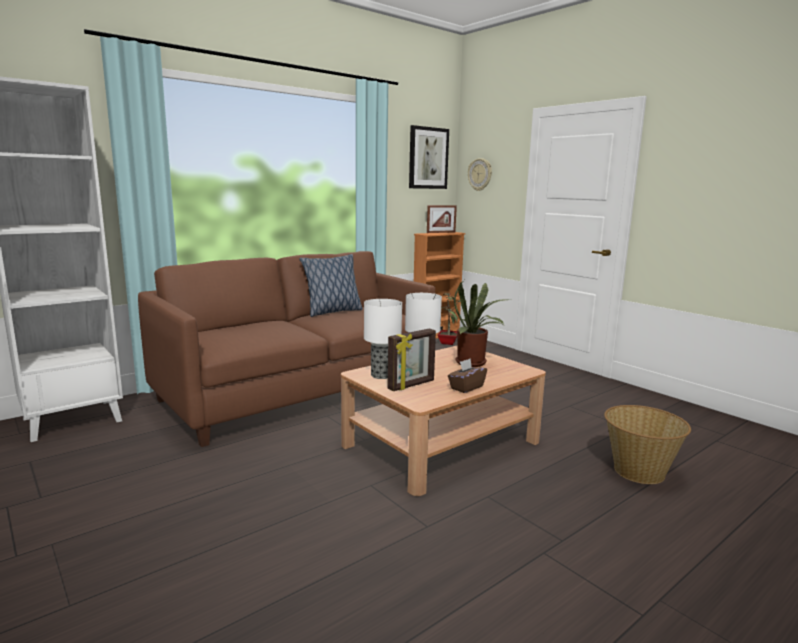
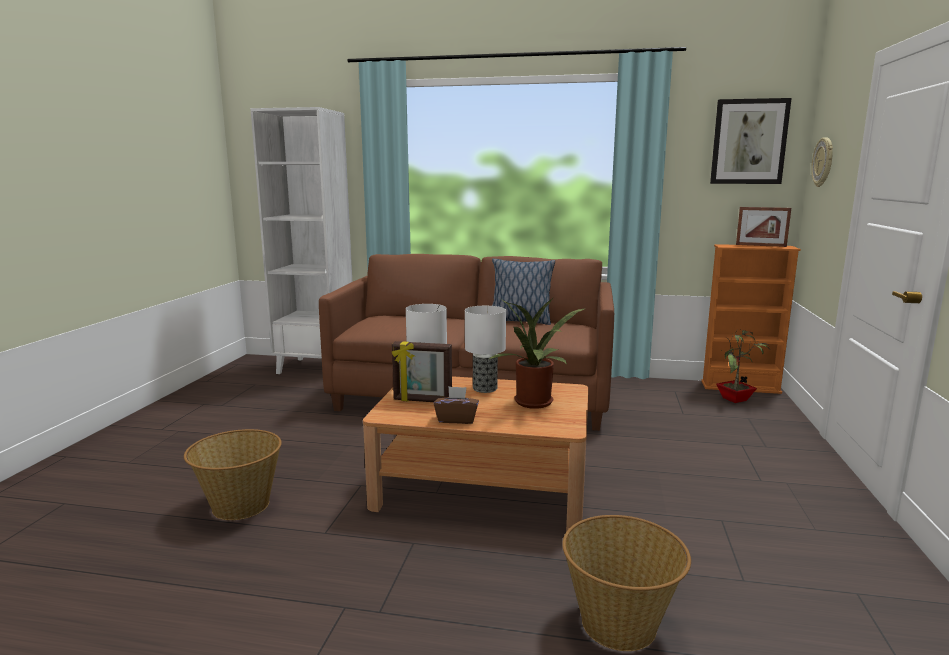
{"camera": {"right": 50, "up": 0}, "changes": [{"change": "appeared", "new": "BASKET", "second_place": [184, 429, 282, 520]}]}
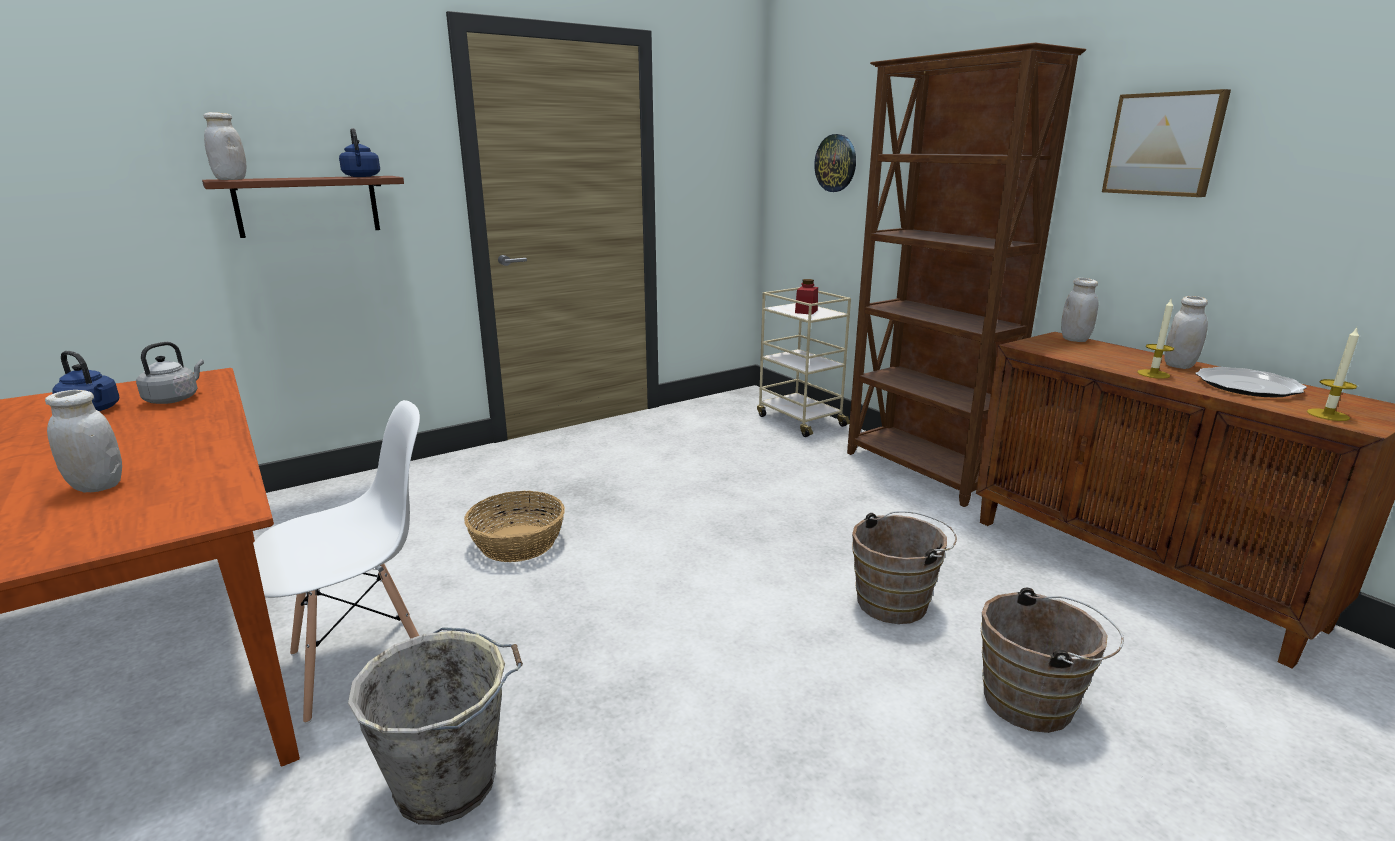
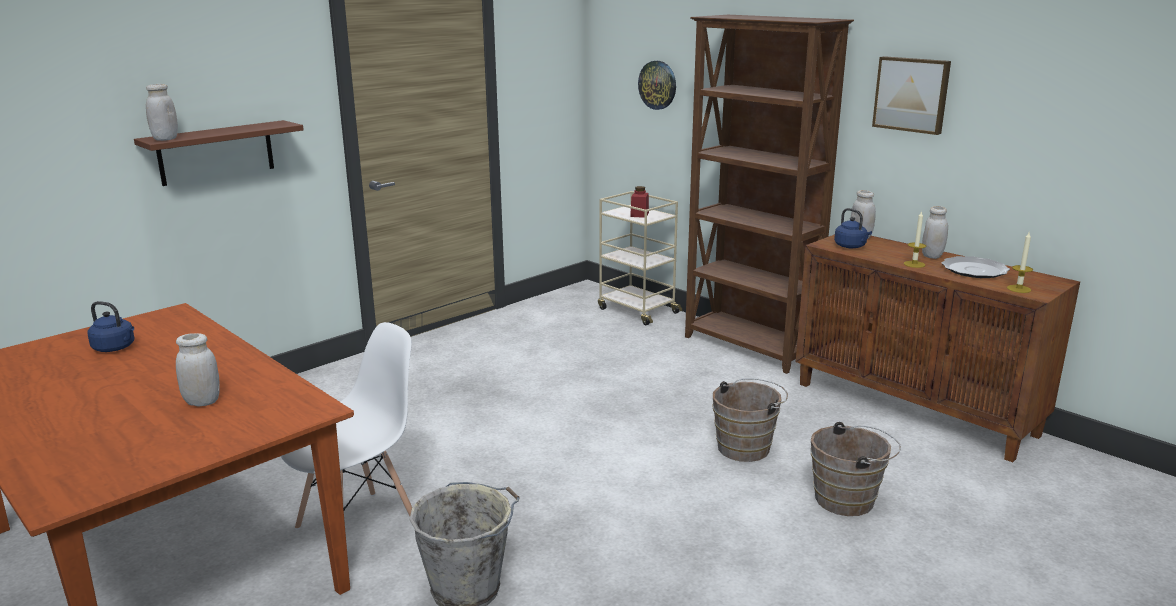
{"camera": {"right": -10, "up": 0}, "changes": [{"change": "missing", "old": "GRAY TEA KETTLE", "first_place": [136, 342, 204, 404]}, {"change": "missing", "old": "BASKET", "first_place": [464, 491, 565, 562]}, {"change": "relocated", "old": "BLUISH TEA KETTLE", "first_place": [339, 128, 380, 177], "second_place": [834, 208, 872, 248]}]}
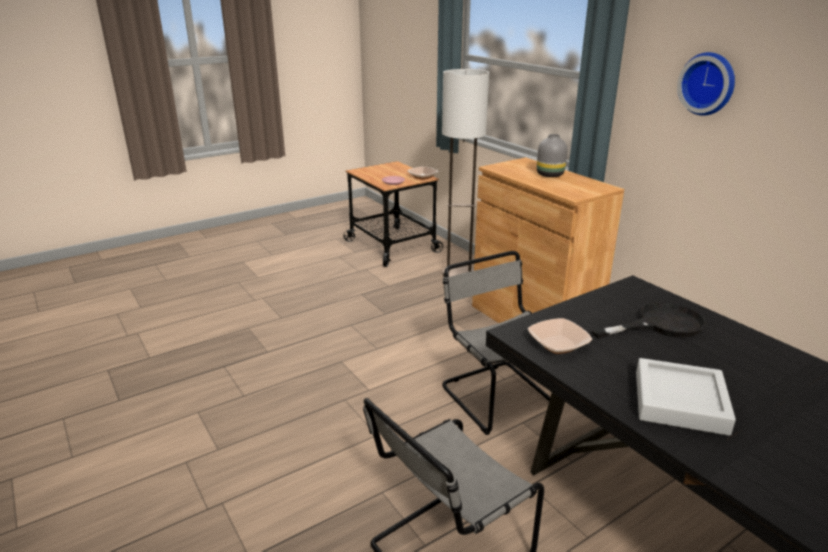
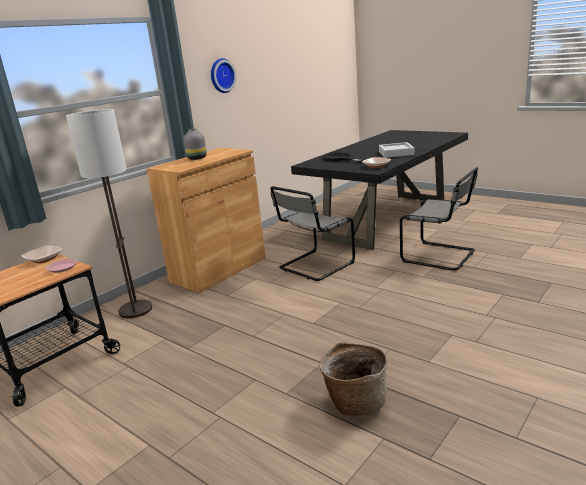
{"camera": {"right": -105, "up": -5}, "changes": [{"change": "appeared", "new": "BASKET", "second_place": [319, 342, 387, 416]}]}
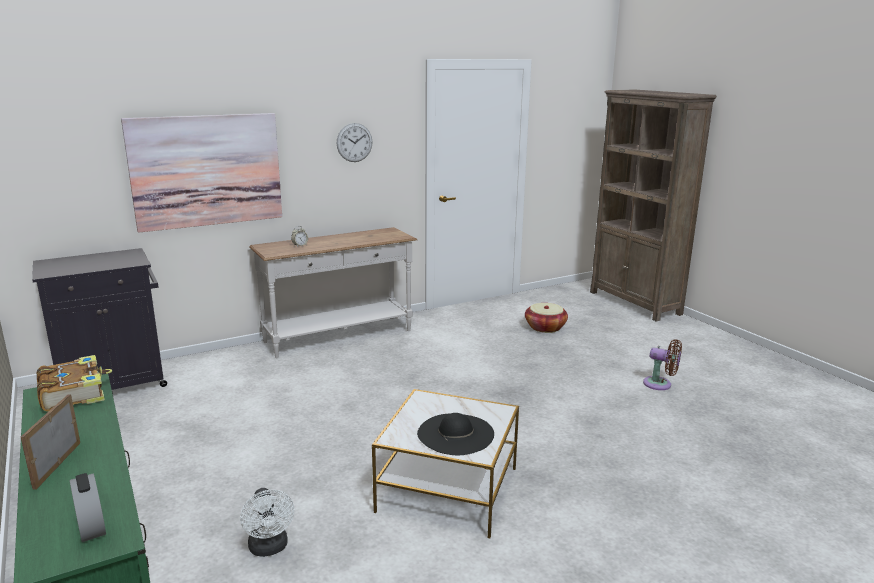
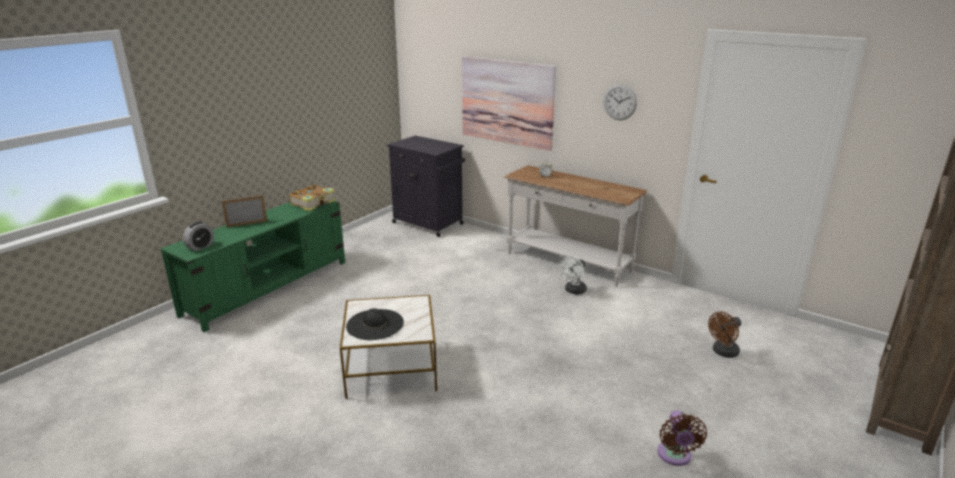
{"camera": {"right": 65, "up": 5}, "changes": [{"change": "relocated", "old": "WHITE-COLOURED FAN", "first_place": [240, 488, 294, 557], "second_place": [559, 256, 587, 294]}, {"change": "exchanged", "old": "BASKET", "new": "BROWN FAN", "first_place": [525, 303, 568, 333], "second_place": [708, 311, 741, 358]}]}
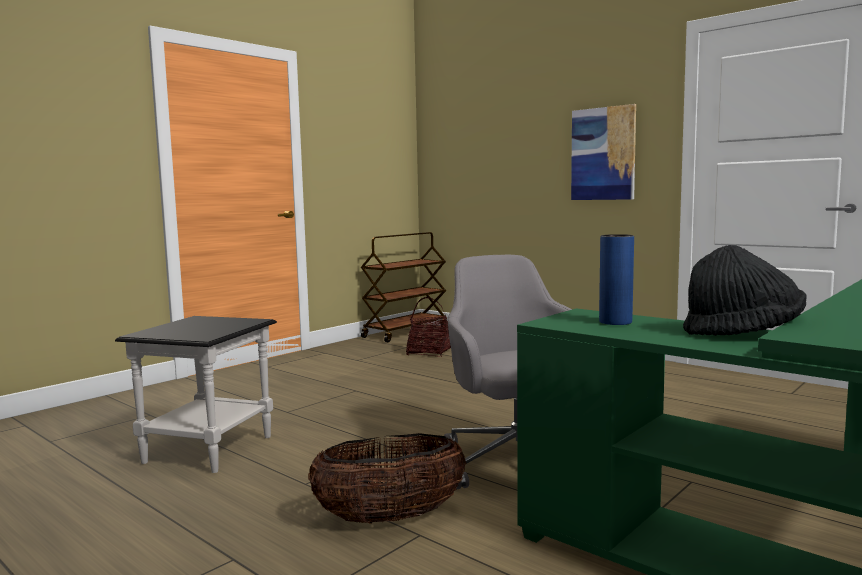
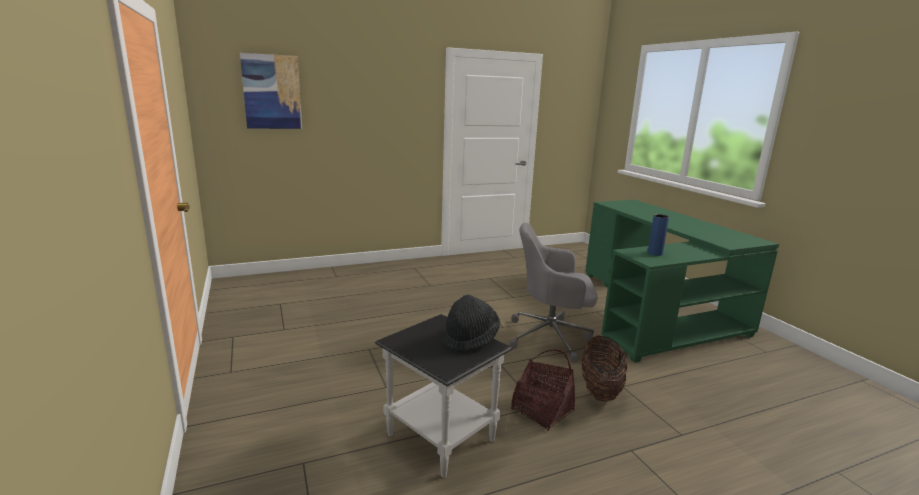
{"camera": {"right": -65, "up": 10}, "changes": [{"change": "missing", "old": "BROWN TROLLEY", "first_place": [361, 232, 448, 342]}, {"change": "relocated", "old": "BASKET", "first_place": [406, 297, 451, 357], "second_place": [511, 350, 575, 431]}, {"change": "relocated", "old": "PICTURE", "first_place": [571, 104, 636, 200], "second_place": [240, 53, 302, 129]}, {"change": "relocated", "old": "BLACK HAT", "first_place": [683, 245, 806, 336], "second_place": [444, 295, 500, 353]}]}
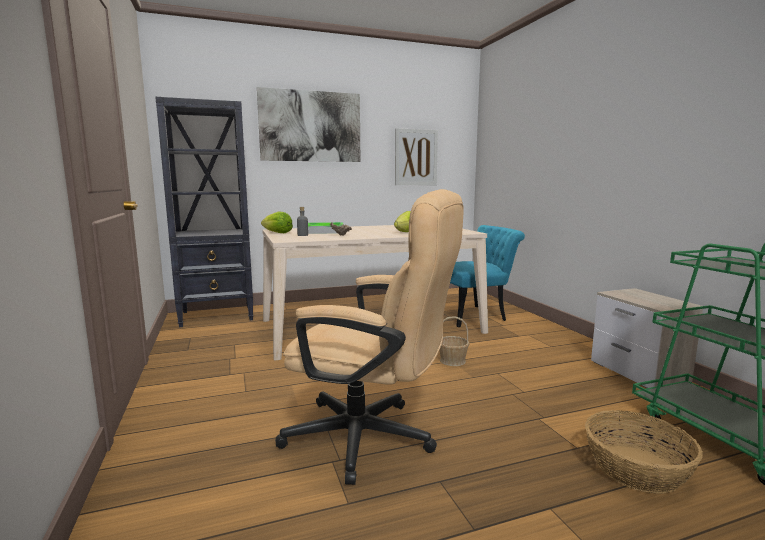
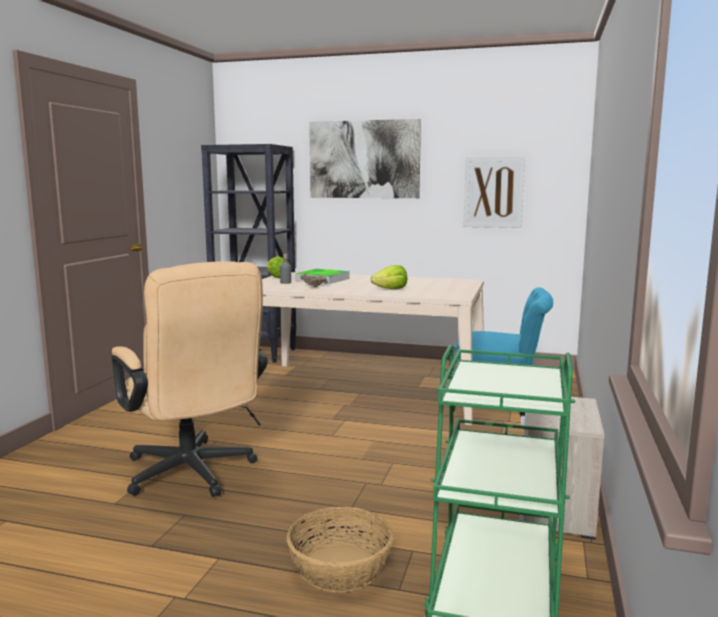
{"camera": {"right": 35, "up": 0}, "changes": [{"change": "missing", "old": "BASKET", "first_place": [440, 316, 470, 366]}]}
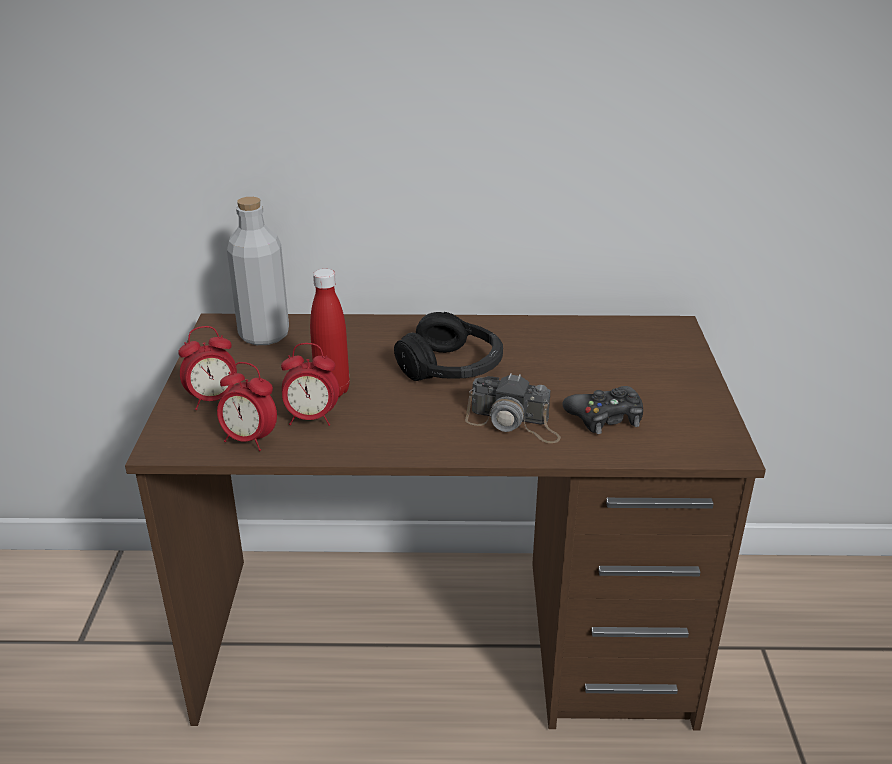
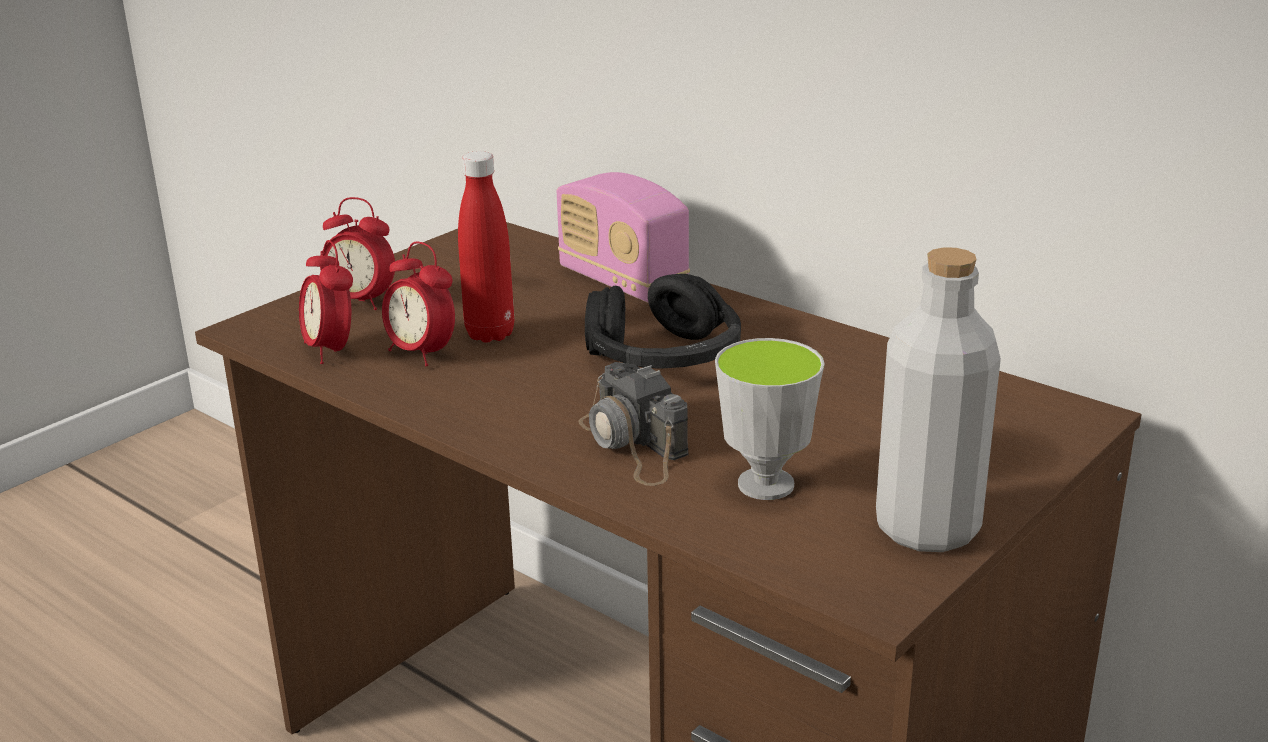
{"camera": {"right": 40, "up": -5}, "changes": [{"change": "appeared", "new": "RADIO RECEIVER", "second_place": [557, 172, 690, 303]}, {"change": "relocated", "old": "GRAY DRINK BOTTLE", "first_place": [227, 197, 289, 345], "second_place": [876, 247, 1001, 552]}, {"change": "exchanged", "old": "BLACK JOYPAD", "new": "SMALL CUP", "first_place": [562, 386, 643, 434], "second_place": [715, 338, 825, 500]}]}
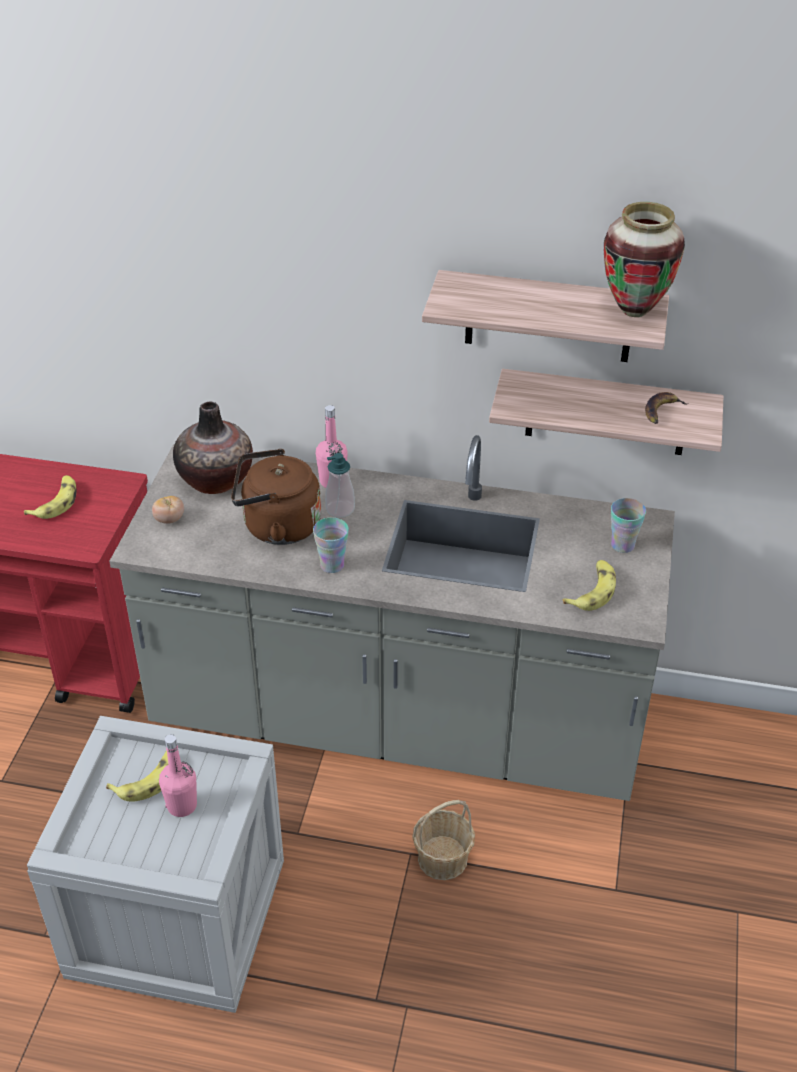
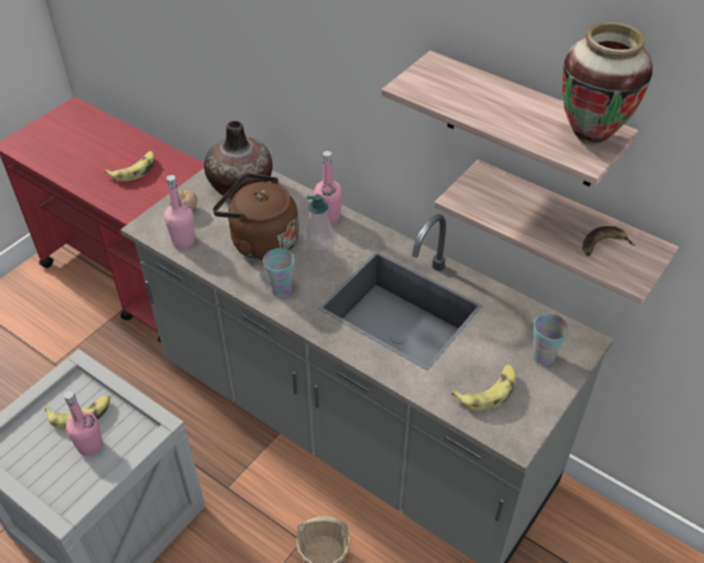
{"camera": {"right": 25, "up": 5}, "changes": [{"change": "appeared", "new": "PINKISH DRINK BOTTLE", "second_place": [164, 175, 195, 248]}]}
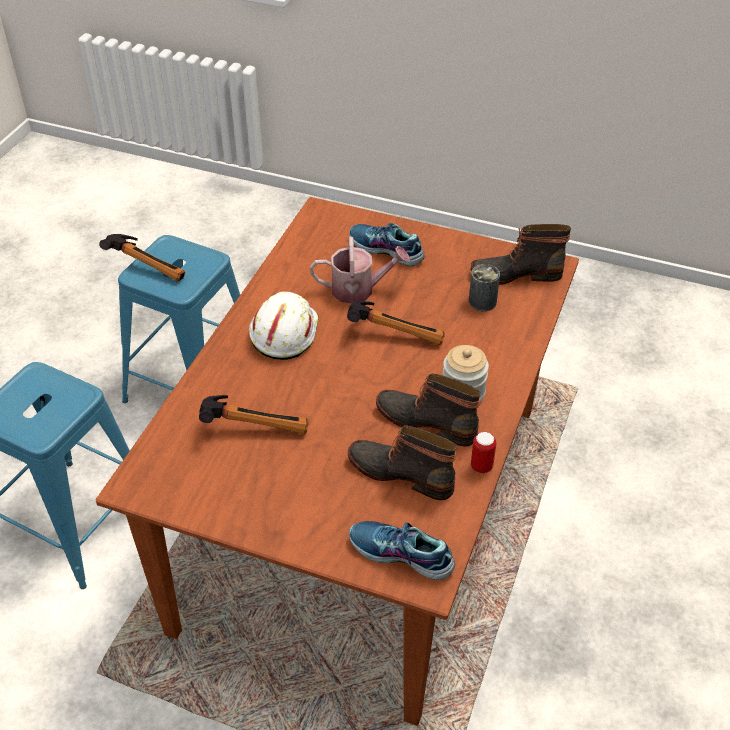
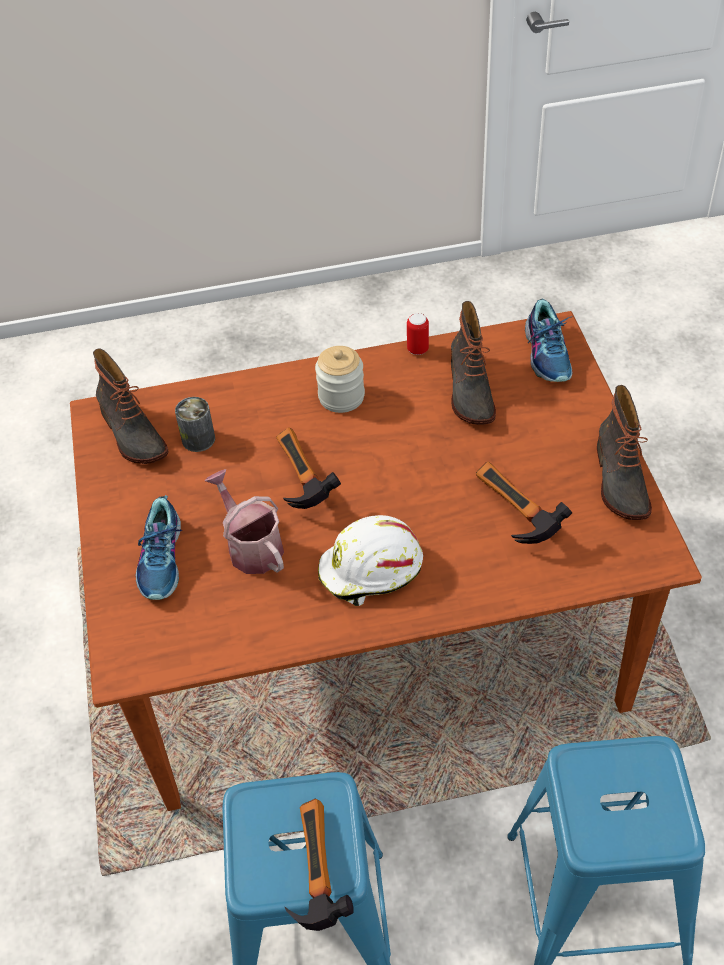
{"camera": {"right": -120, "up": 5}, "changes": [{"change": "relocated", "old": "BOOT", "first_place": [376, 373, 481, 446], "second_place": [597, 385, 652, 520]}]}
